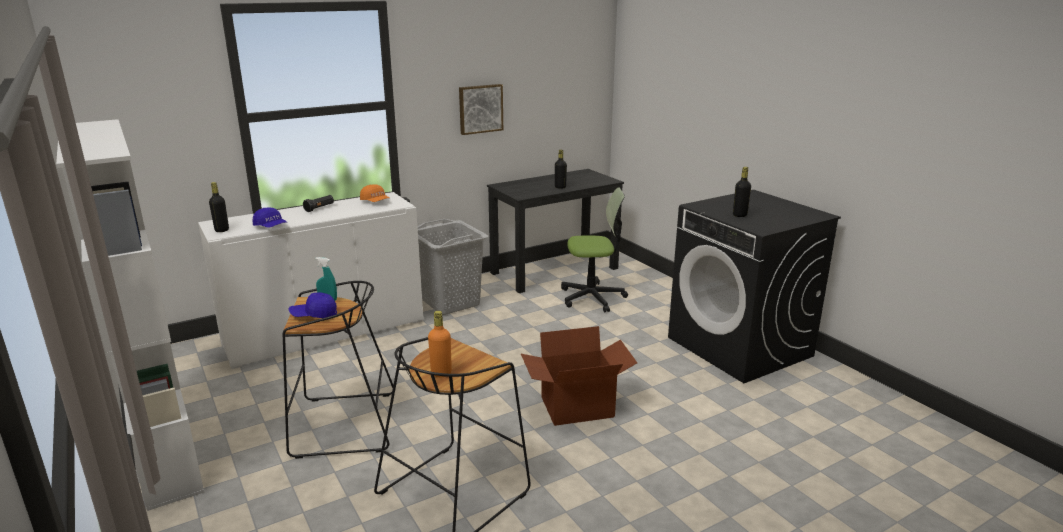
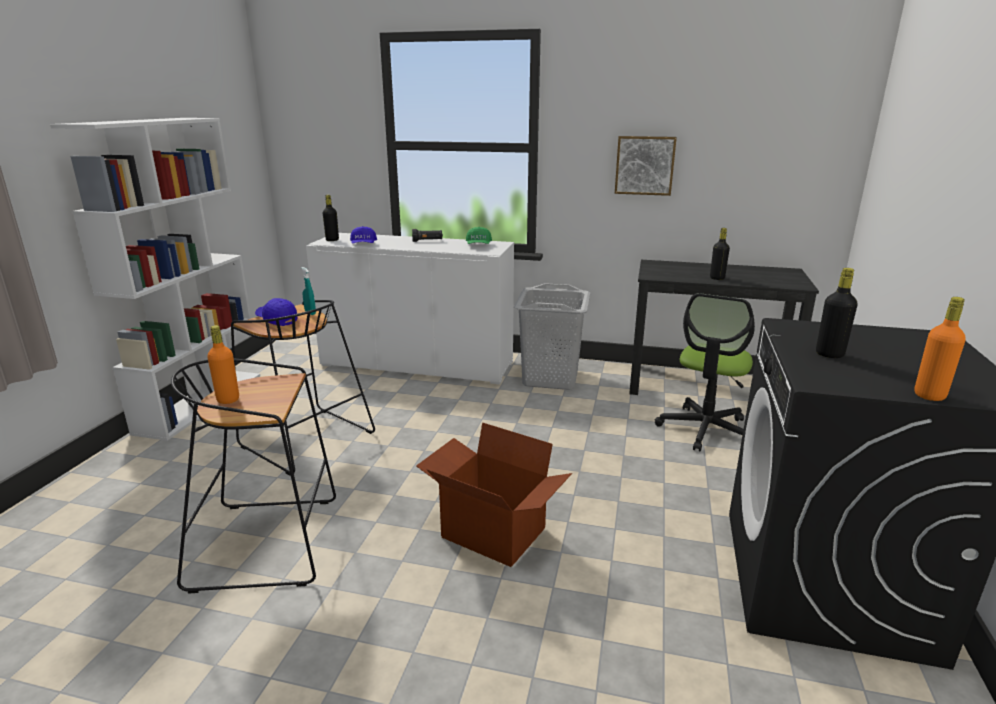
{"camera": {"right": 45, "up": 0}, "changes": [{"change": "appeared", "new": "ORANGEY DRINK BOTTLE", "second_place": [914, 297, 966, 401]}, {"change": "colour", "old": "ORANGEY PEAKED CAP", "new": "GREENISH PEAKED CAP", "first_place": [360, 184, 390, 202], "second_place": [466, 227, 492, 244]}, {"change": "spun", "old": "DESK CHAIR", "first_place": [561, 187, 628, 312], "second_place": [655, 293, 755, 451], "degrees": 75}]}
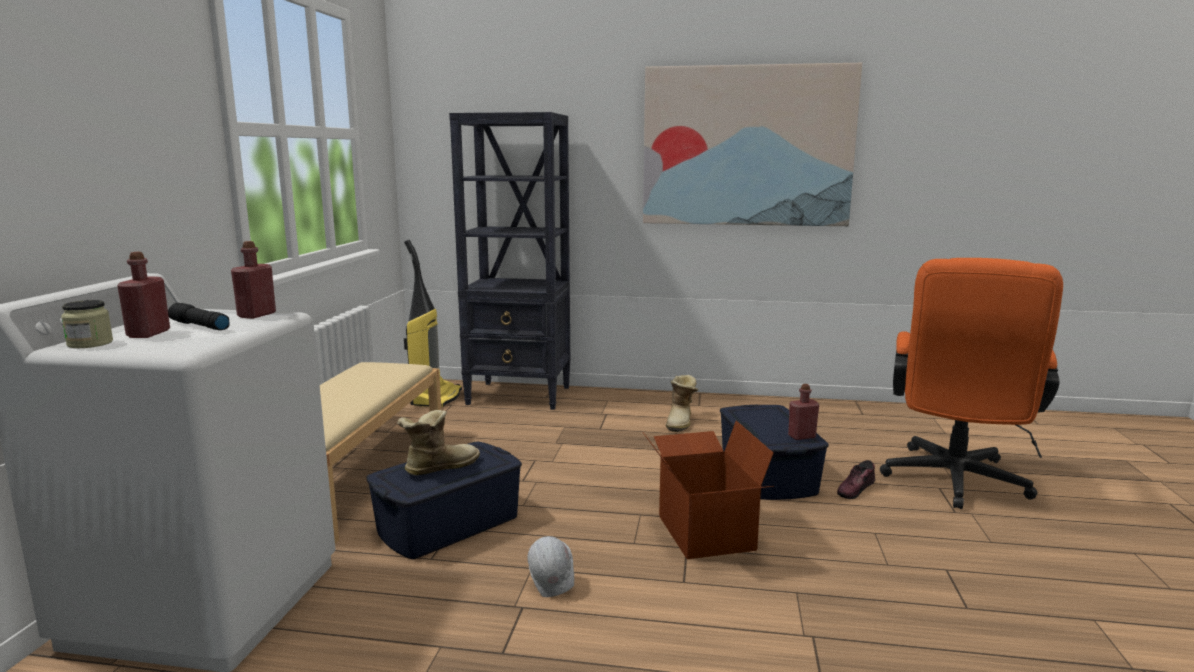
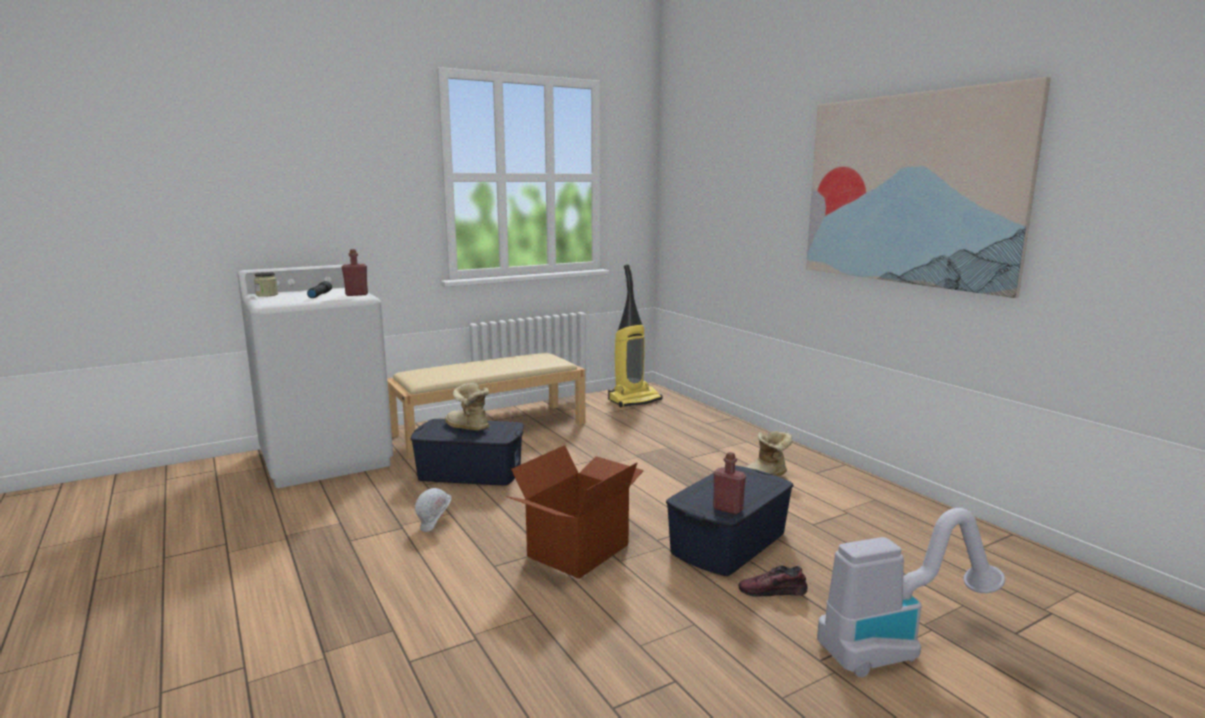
{"camera": {"right": 50, "up": 0}, "changes": [{"change": "missing", "old": "RED-COLOURED DRINK BOTTLE", "first_place": [117, 252, 170, 338]}, {"change": "missing", "old": "BLACK BOOKSHELF", "first_place": [449, 112, 571, 410]}, {"change": "exchanged", "old": "ORANGEY DESK CHAIR", "new": "VACUUM CLEANER", "first_place": [880, 258, 1063, 509], "second_place": [817, 508, 1005, 678]}, {"change": "spun", "old": "BOOT", "first_place": [397, 410, 480, 475], "second_place": [445, 383, 489, 431], "degrees": -150}]}
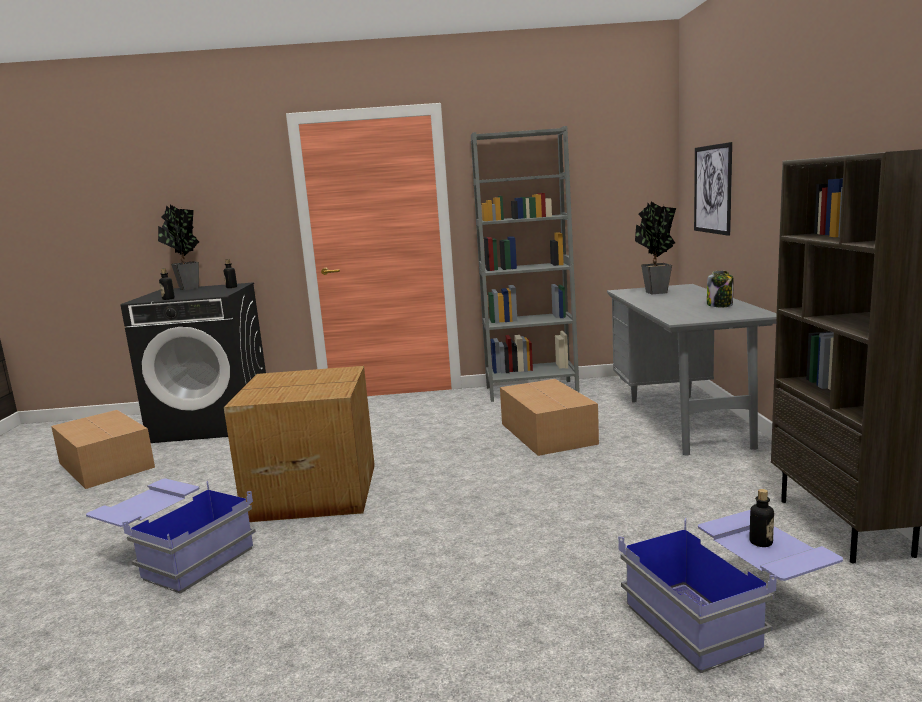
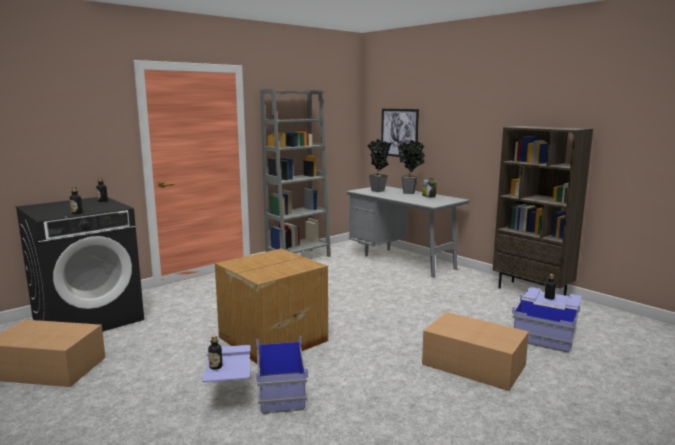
{"camera": {"right": -40, "up": 0}, "changes": [{"change": "appeared", "new": "DRINK BOTTLE", "second_place": [208, 335, 222, 370]}, {"change": "relocated", "old": "PLANT IN A POT", "first_place": [158, 205, 199, 290], "second_place": [398, 140, 425, 194]}, {"change": "relocated", "old": "CARDBOARD BOX", "first_place": [500, 379, 599, 456], "second_place": [422, 312, 529, 391]}]}
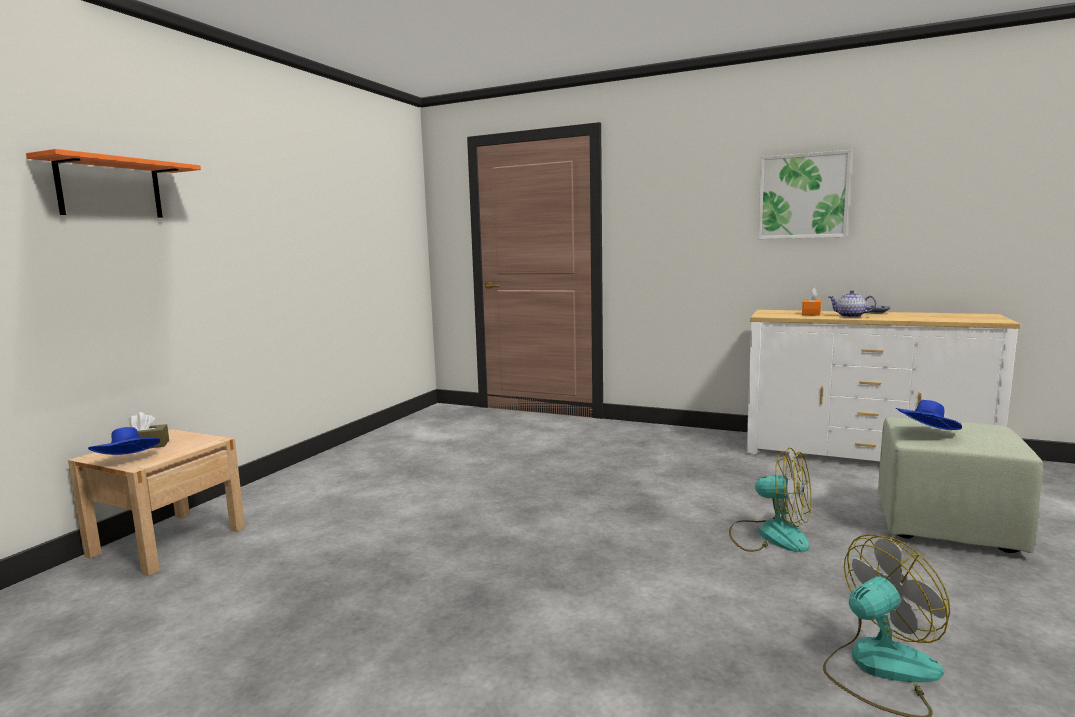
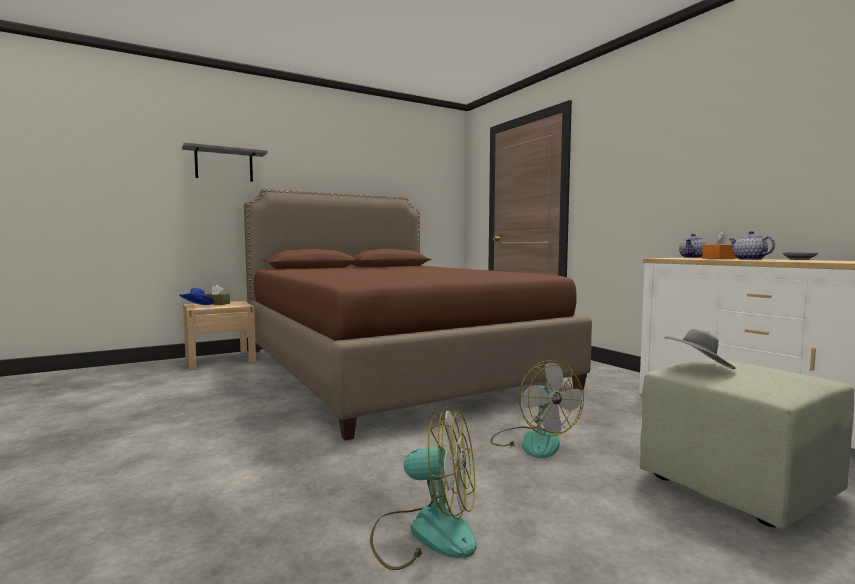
{"camera": {"right": 35, "up": -5}, "changes": [{"change": "missing", "old": "PICTURE", "first_place": [758, 150, 852, 239]}, {"change": "appeared", "new": "BROWN BED", "second_place": [244, 189, 592, 441]}, {"change": "appeared", "new": "POT FOR TEA", "second_place": [679, 234, 707, 258]}, {"change": "colour", "old": "ORANGEY WALL SHELF", "new": "GRAY WALL SHELF", "first_place": [26, 149, 201, 218], "second_place": [182, 142, 268, 182]}, {"change": "colour", "old": "BLUISH HAT", "new": "GRAY HAT", "first_place": [896, 400, 962, 430], "second_place": [663, 329, 736, 370]}]}
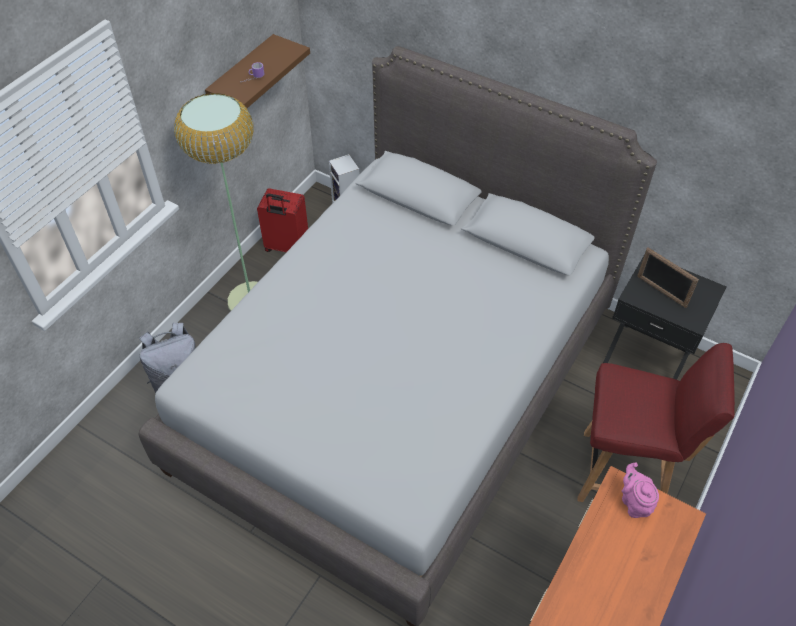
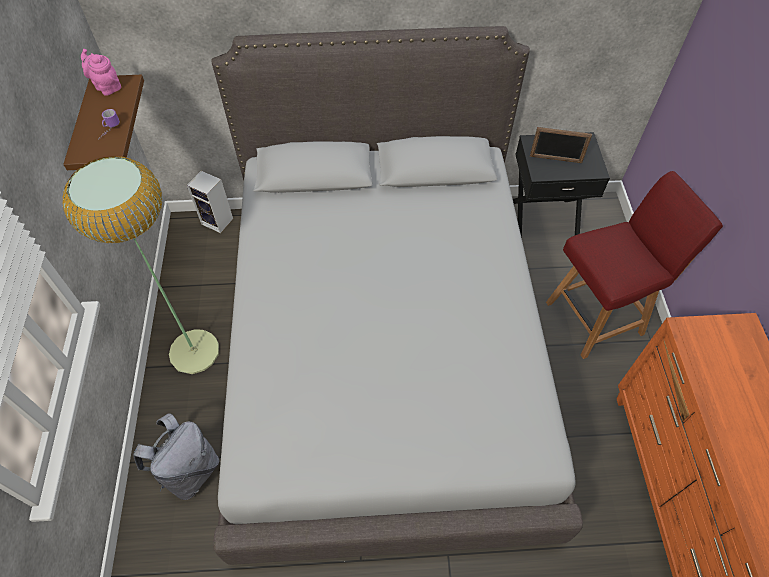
{"camera": {"right": -35, "up": 5}, "changes": [{"change": "missing", "old": "RED-COLOURED TRAVEL CASE", "first_place": [257, 188, 308, 252]}, {"change": "relocated", "old": "PINKISH POT FOR TEA", "first_place": [622, 462, 659, 518], "second_place": [81, 49, 121, 96]}]}
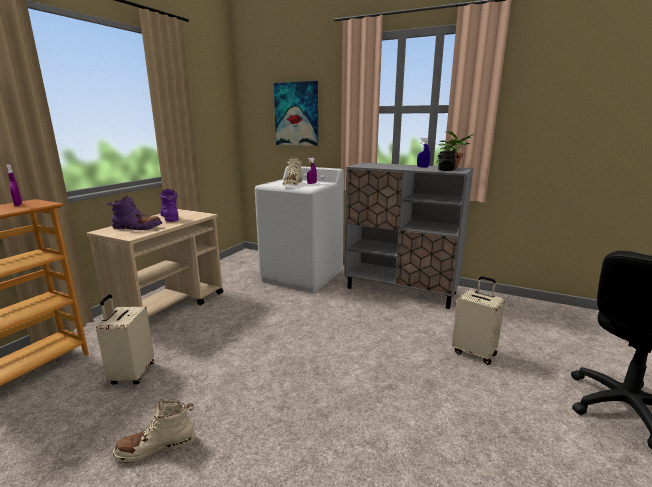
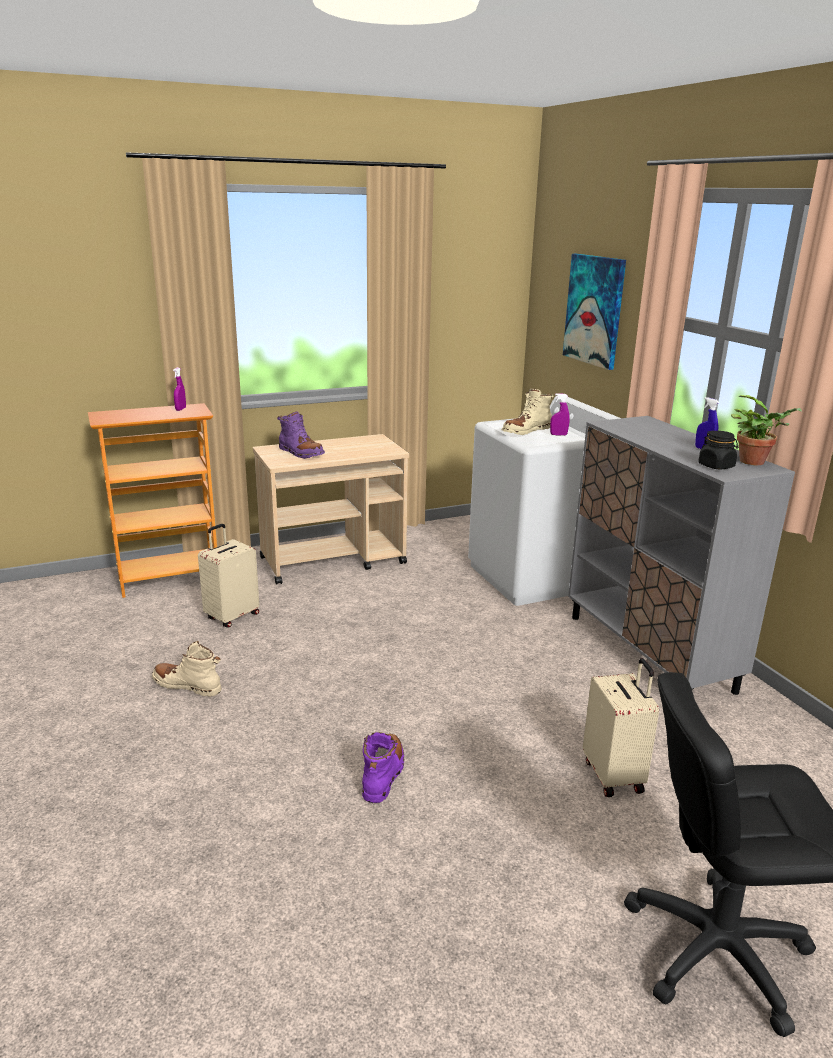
{"camera": {"right": 40, "up": 5}, "changes": [{"change": "relocated", "old": "PURPLE-COLOURED BOOT", "first_place": [159, 189, 179, 222], "second_place": [362, 732, 404, 803]}]}
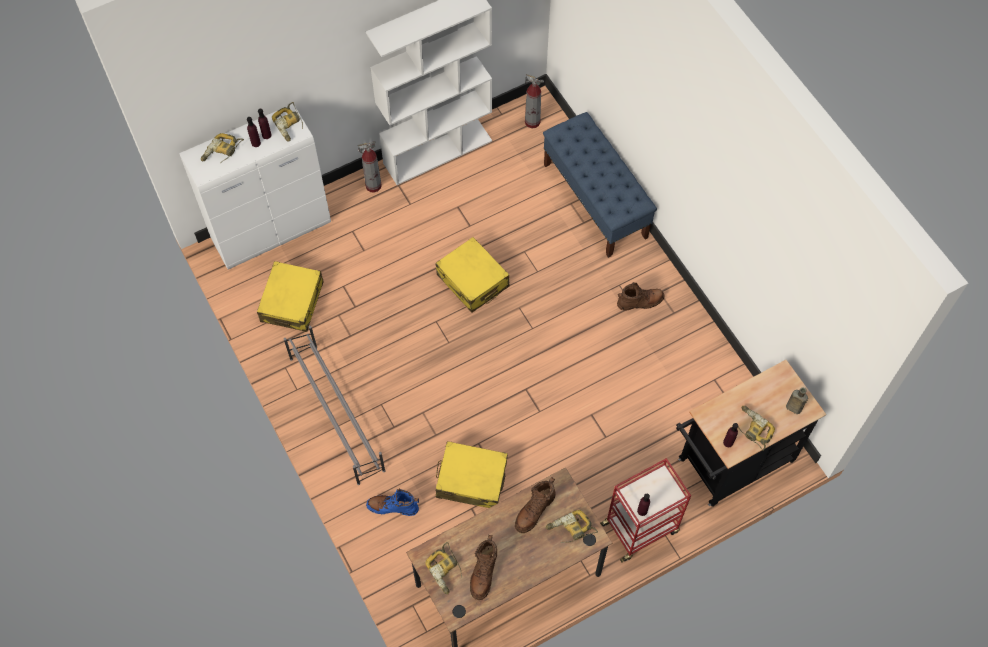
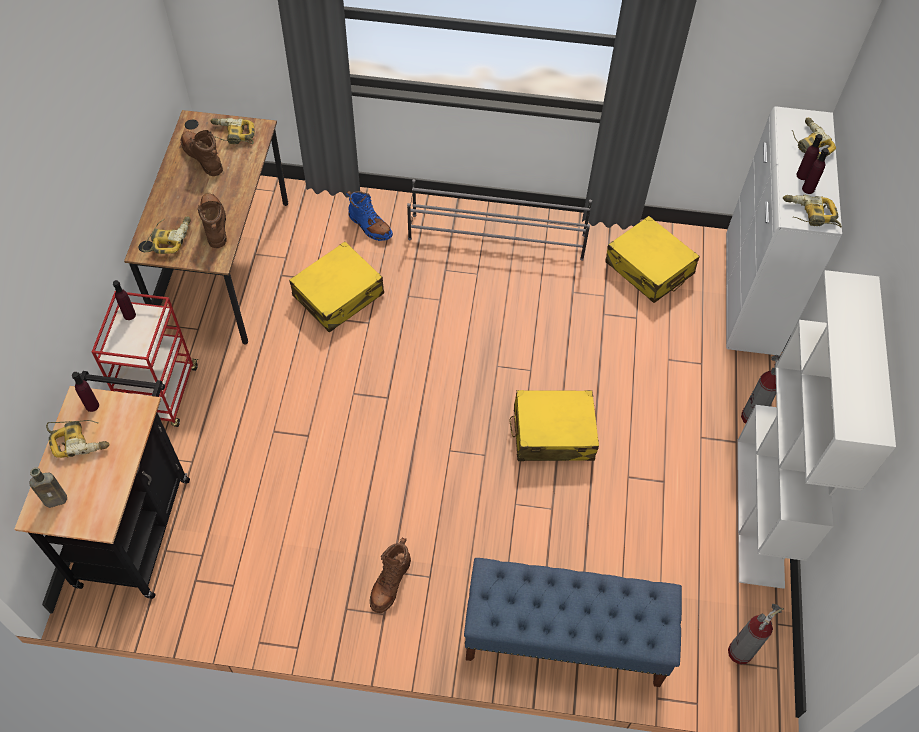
{"camera": {"right": 125, "up": -5}, "changes": [{"change": "spun", "old": "BLUISH BOOT", "first_place": [366, 489, 419, 516], "second_place": [346, 191, 393, 241], "degrees": 90}]}
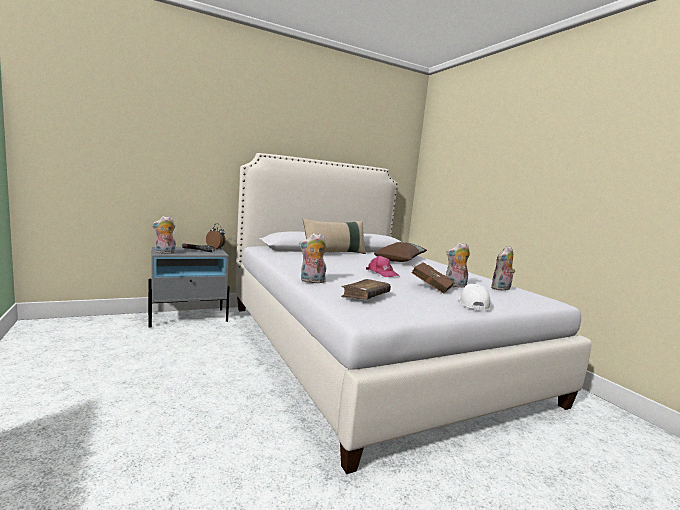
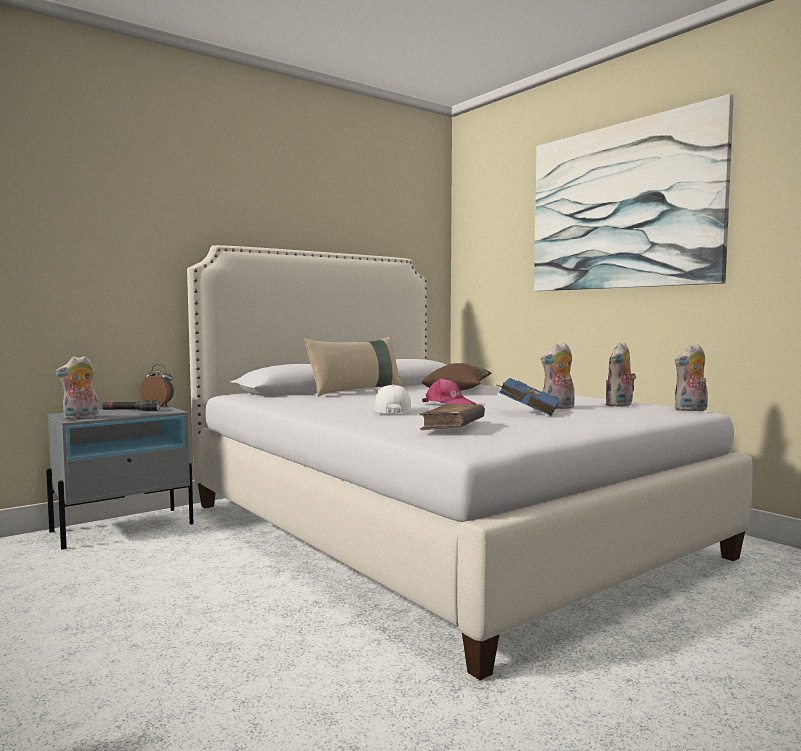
{"camera": {"right": -10, "up": -5}, "changes": [{"change": "appeared", "new": "PICTURE", "second_place": [534, 94, 734, 291]}, {"change": "relocated", "old": "PLUSH TOY", "first_place": [299, 233, 327, 283], "second_place": [675, 344, 708, 411]}, {"change": "relocated", "old": "WHITE-COLOURED PEAKED CAP", "first_place": [458, 284, 490, 310], "second_place": [375, 385, 411, 414]}, {"change": "colour", "old": "BROWN BOUND BOOK", "new": "BLUISH BOUND BOOK", "first_place": [411, 263, 454, 294], "second_place": [495, 378, 560, 416]}]}
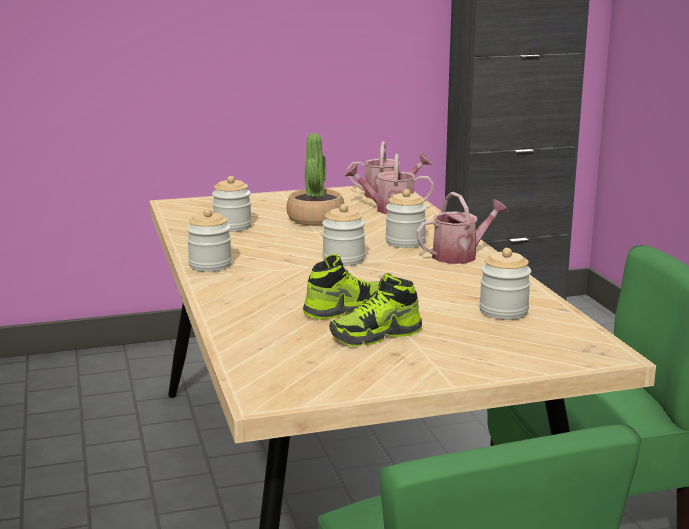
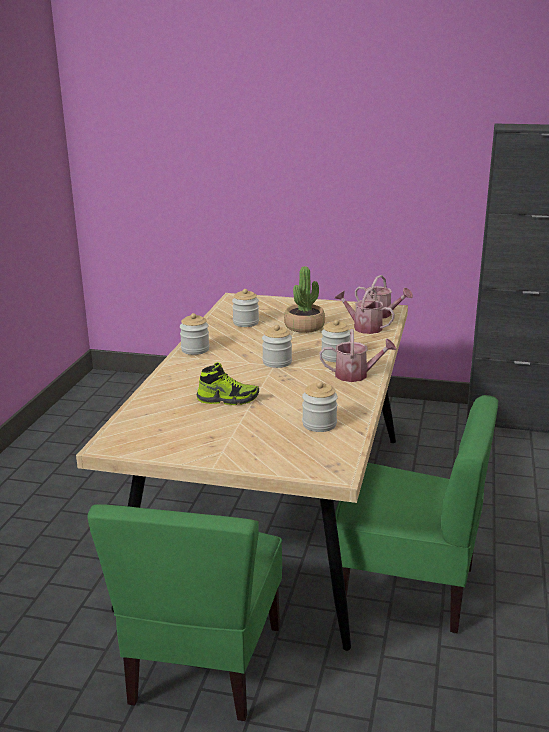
{"camera": {"right": 30, "up": 5}, "changes": [{"change": "missing", "old": "ITEM OF FOOTWEAR", "first_place": [329, 273, 422, 347]}]}
